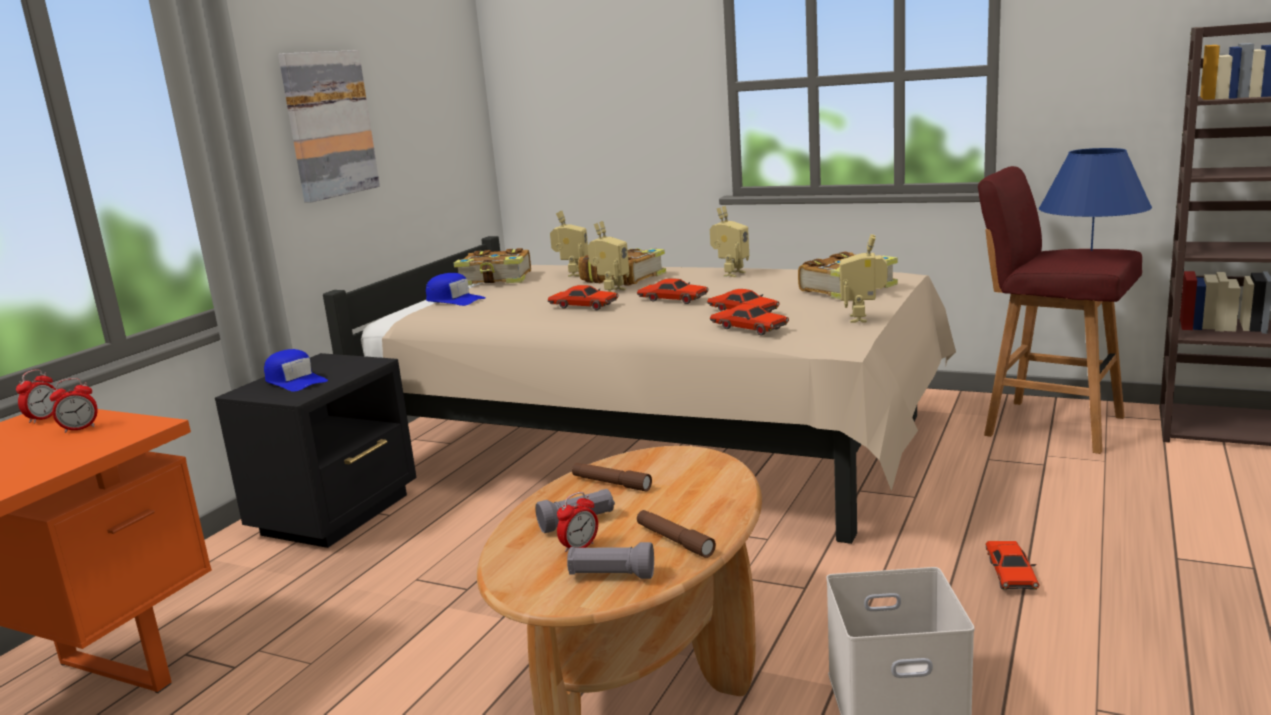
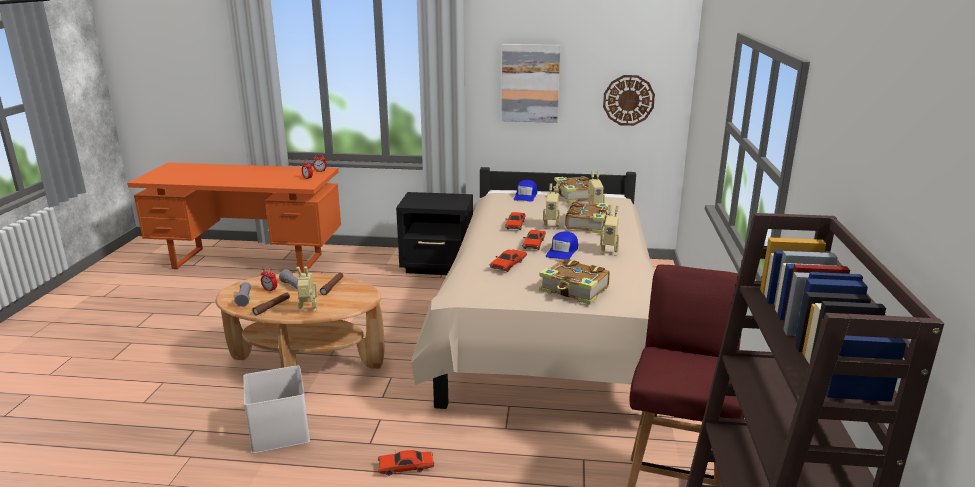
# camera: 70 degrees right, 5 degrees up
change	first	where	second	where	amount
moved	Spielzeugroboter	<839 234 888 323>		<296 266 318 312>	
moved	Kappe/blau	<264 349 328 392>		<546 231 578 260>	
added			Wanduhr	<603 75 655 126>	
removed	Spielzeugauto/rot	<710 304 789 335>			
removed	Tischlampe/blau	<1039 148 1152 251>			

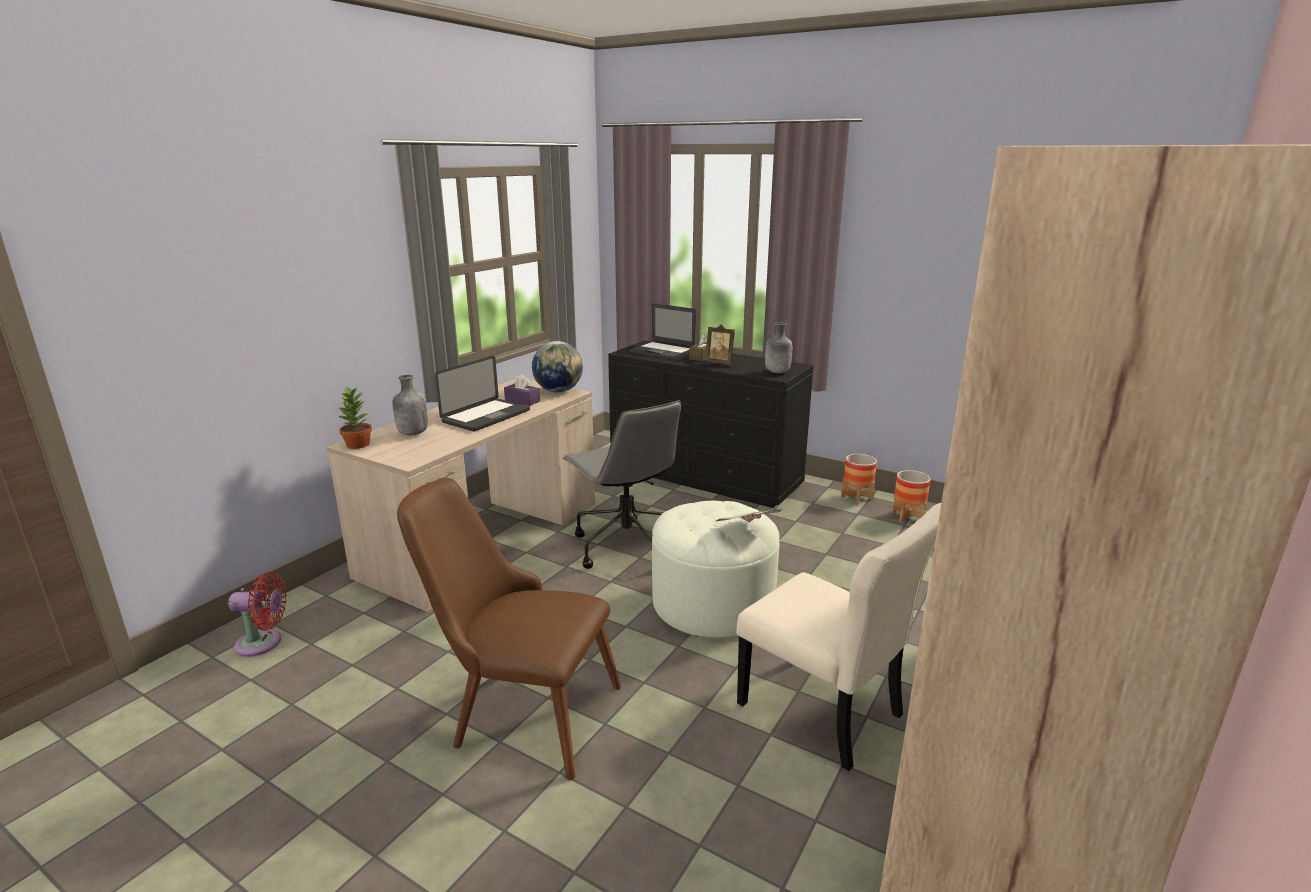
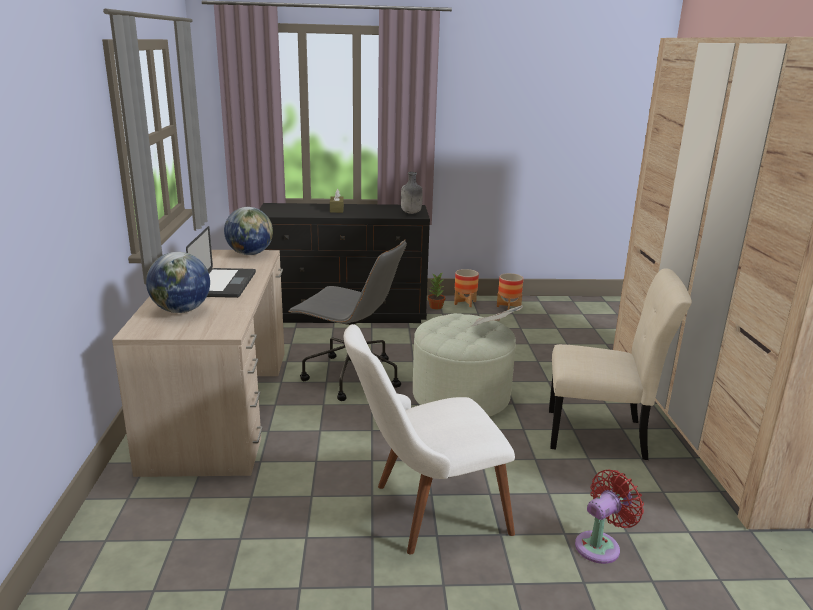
# camera: 35 degrees left, 0 degrees up
change	first	where	second	where	amount
replaced	Flasche/grau	<393 375 428 435>	Globus	<146 252 210 313>	
recoloured	Stuhl/braun	<397 478 621 780>	Stuhl/weiß	<344 324 515 555>	
moved	Topfpflanze	<338 387 372 449>		<428 273 445 309>	
moved	Ventilator/rot	<228 572 287 657>		<575 469 644 564>	
removed	Taschentuchbox/lila	<504 374 540 406>			
removed	Laptop	<629 303 696 359>			
removed	Bilderrahmen	<705 324 735 365>			

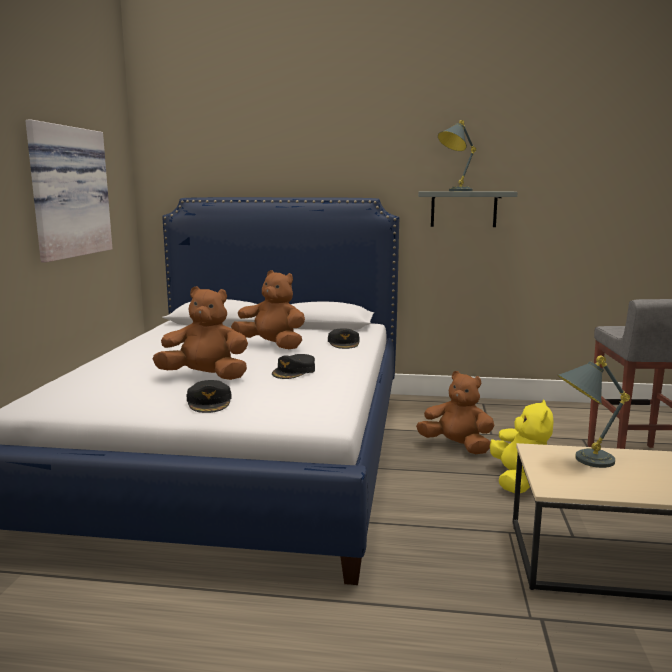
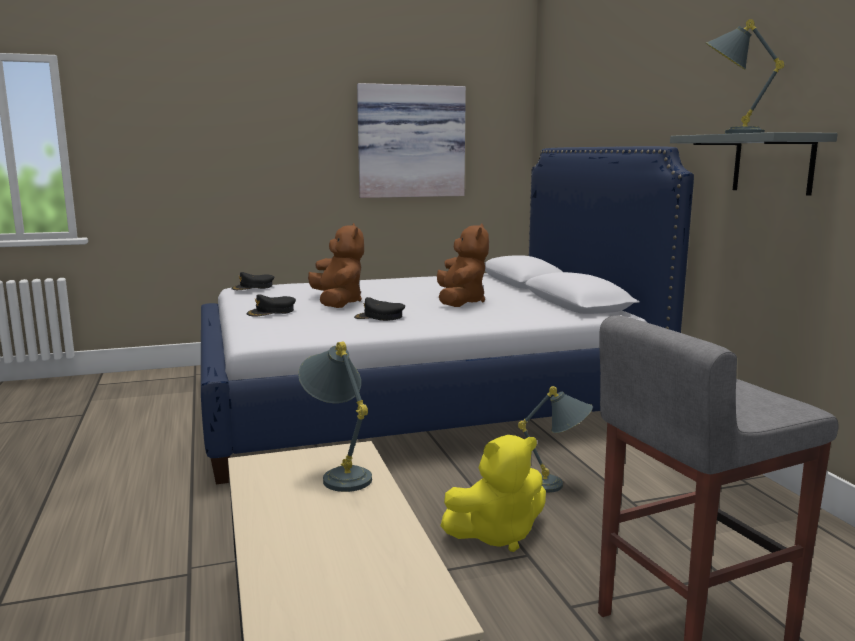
# camera: 65 degrees right, 0 degrees up
change	first	where	second	where	amount
moved	Kappe/schwarz	<328 328 359 349>		<231 272 274 290>	
replaced	Plüschtier/braun	<416 371 495 454>	Tischlampe/grau	<518 386 593 493>	

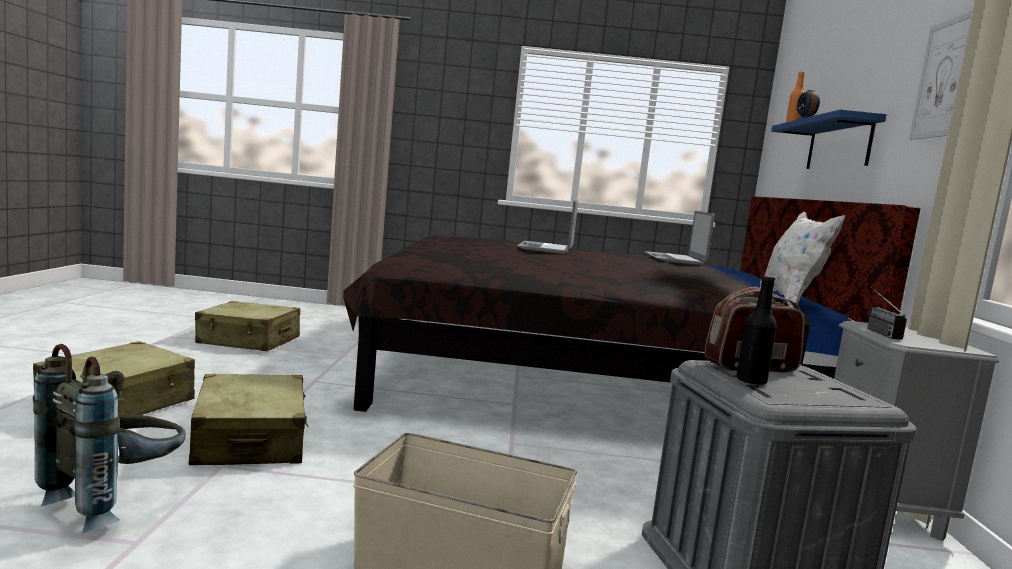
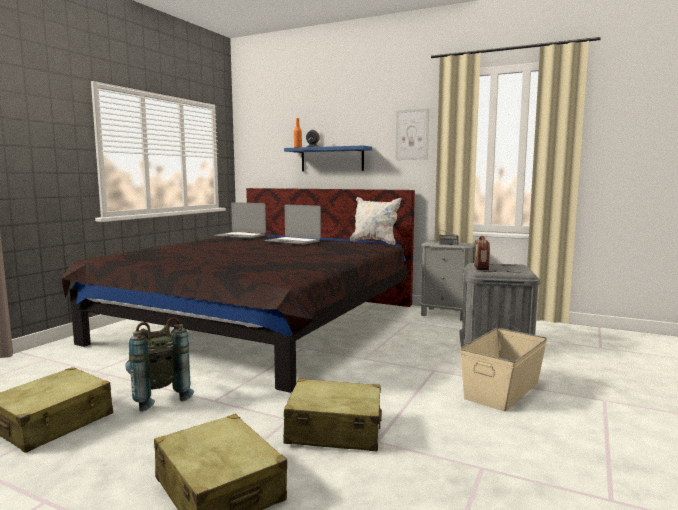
# camera: 65 degrees left, 0 degrees up
change	first	where	second	where	amount
moved	Rucksack/grau	<33 344 186 533>		<125 317 194 412>	
moved	Laptop	<517 199 578 254>		<265 205 321 245>	
removed	Flasche/schwarz	<736 276 777 385>			

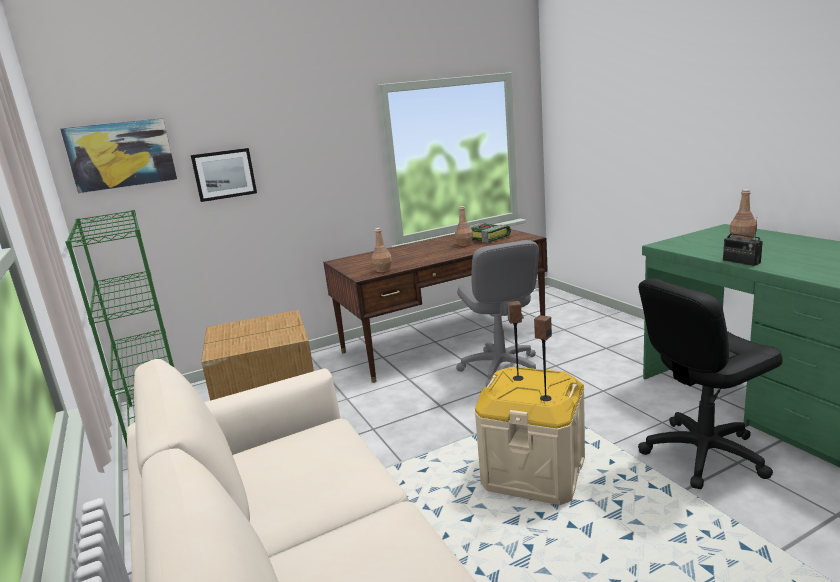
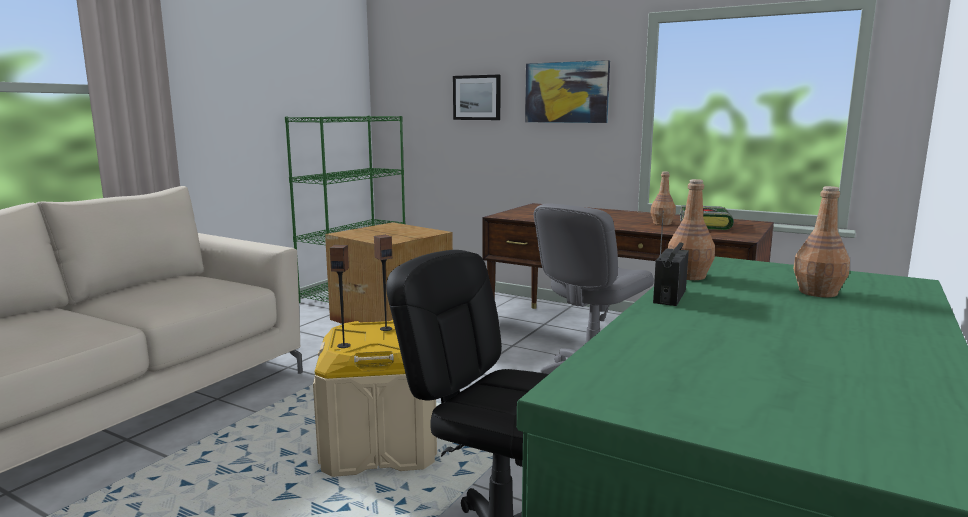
# camera: 55 degrees right, 5 degrees down
change	first	where	second	where	amount
moved	Bild	<60 118 177 193>		<525 60 610 123>	
moved	Flasche/braun	<372 228 392 272>		<668 179 715 280>	

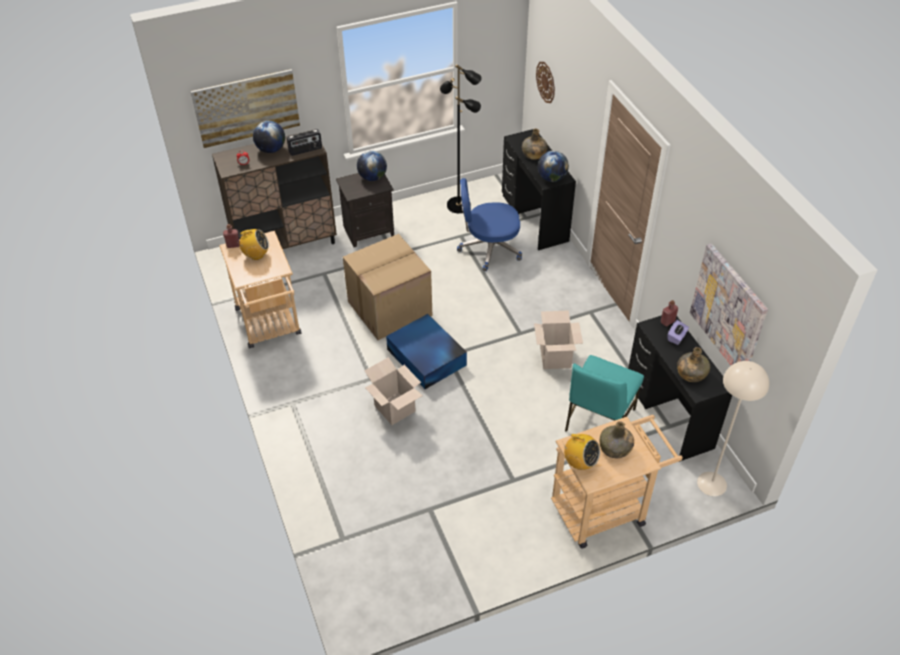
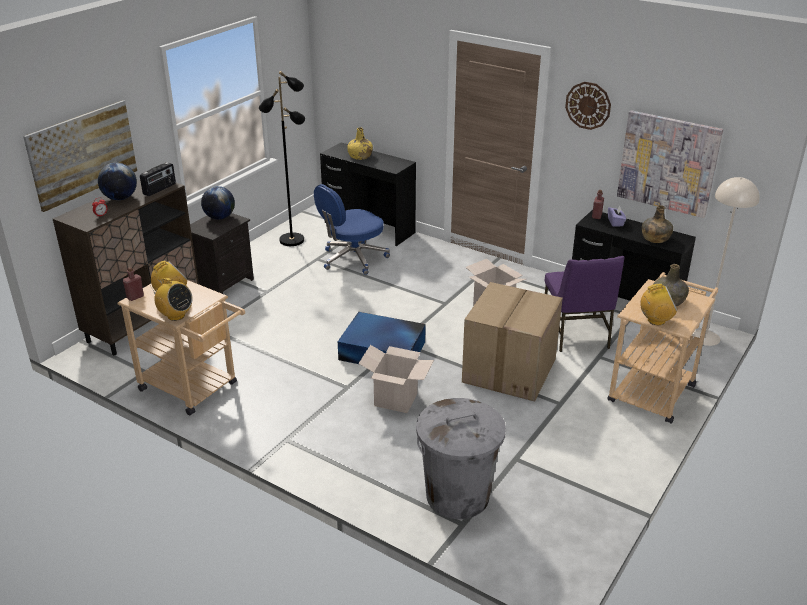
# camera: 35 degrees left, 15 degrees down
change	first	where	second	where	amount
added			Radio	<150 278 192 321>	
recoloured	Flasche/grün	<522 129 547 160>	Flasche/gelb	<347 127 373 160>	
added			Mülleimer/grau	<416 398 506 519>	
moved	Karton	<343 234 432 340>		<462 282 563 402>	
recoloured	Stuhl/türkis	<565 355 644 432>	Stuhl/lila	<545 256 625 352>	
moved	Wanduhr	<536 62 555 103>		<565 82 611 130>	
removed	Globus	<538 151 569 182>			

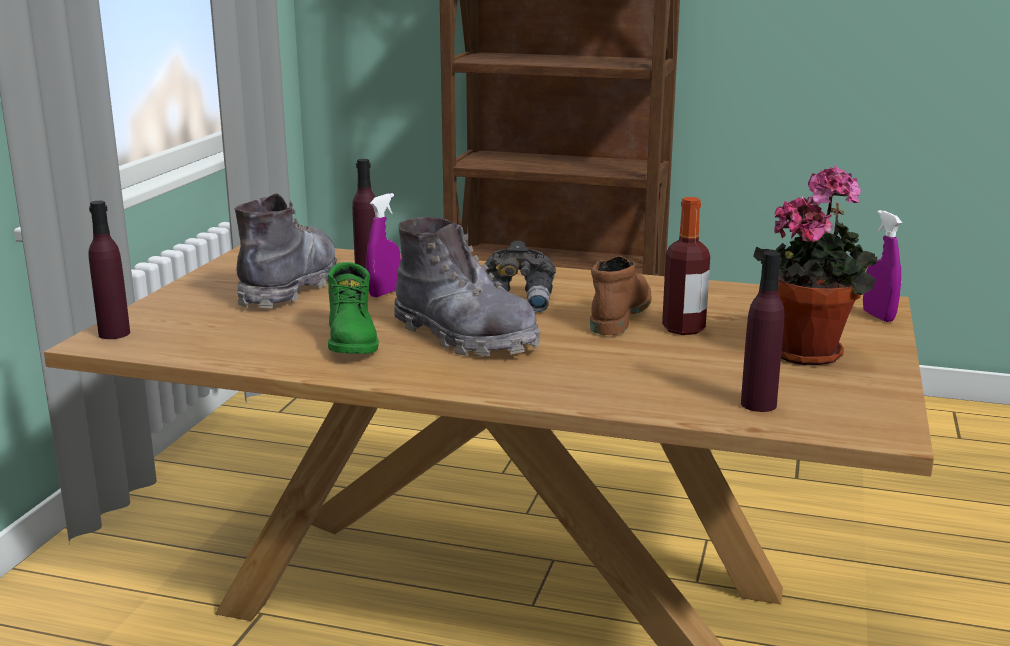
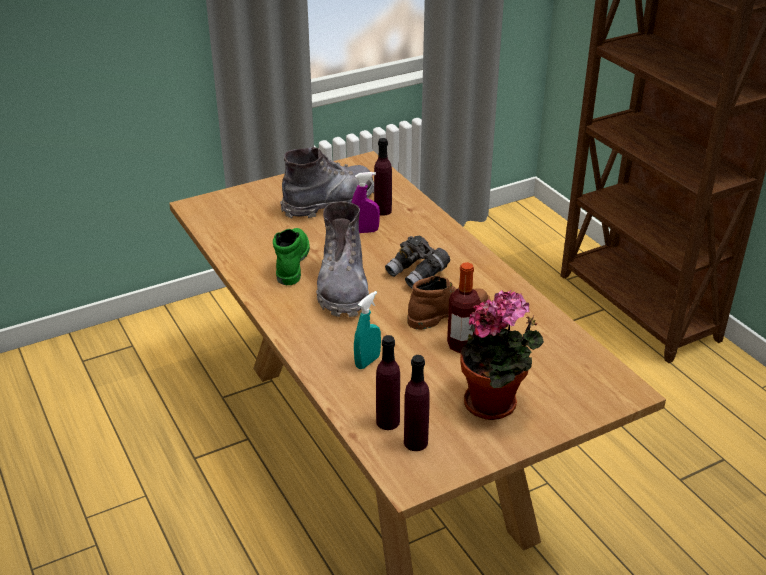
# camera: 45 degrees right, 15 degrees up
change	first	where	second	where	amount
turned	Stiefel/grün	<327 262 379 354>		<273 228 310 285>	150 degrees clockwise
added			Sprühflasche/türkis	<354 291 381 369>	
moved	Flasche/lila	<89 201 130 339>		<404 355 430 451>	
removed	Sprühflasche/lila	<863 210 902 322>			

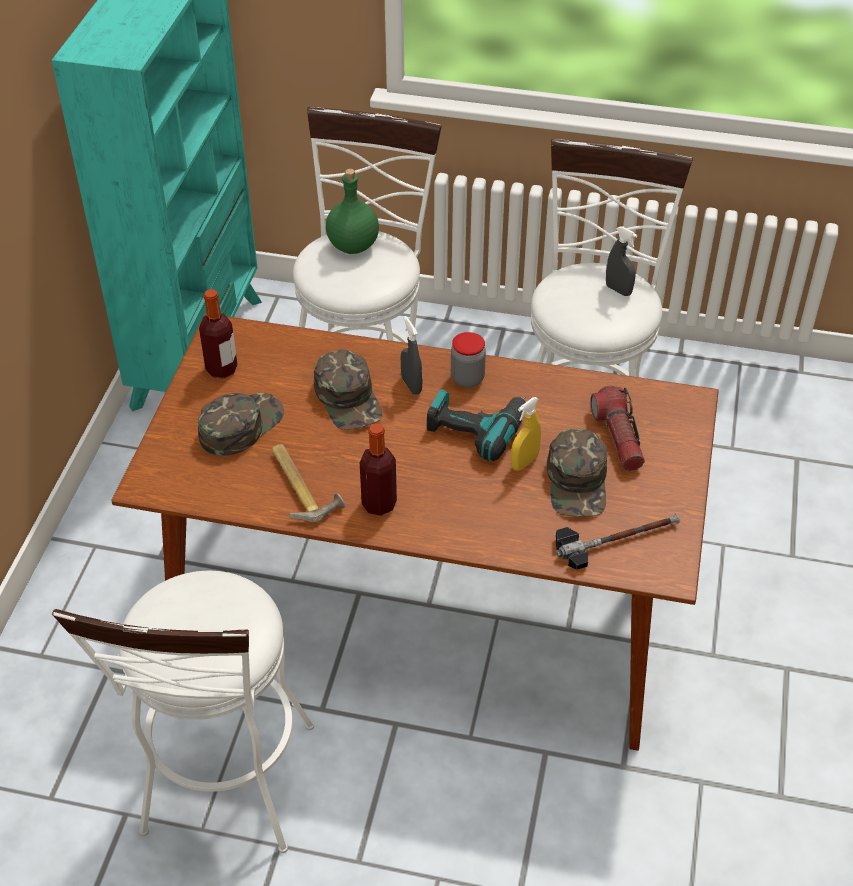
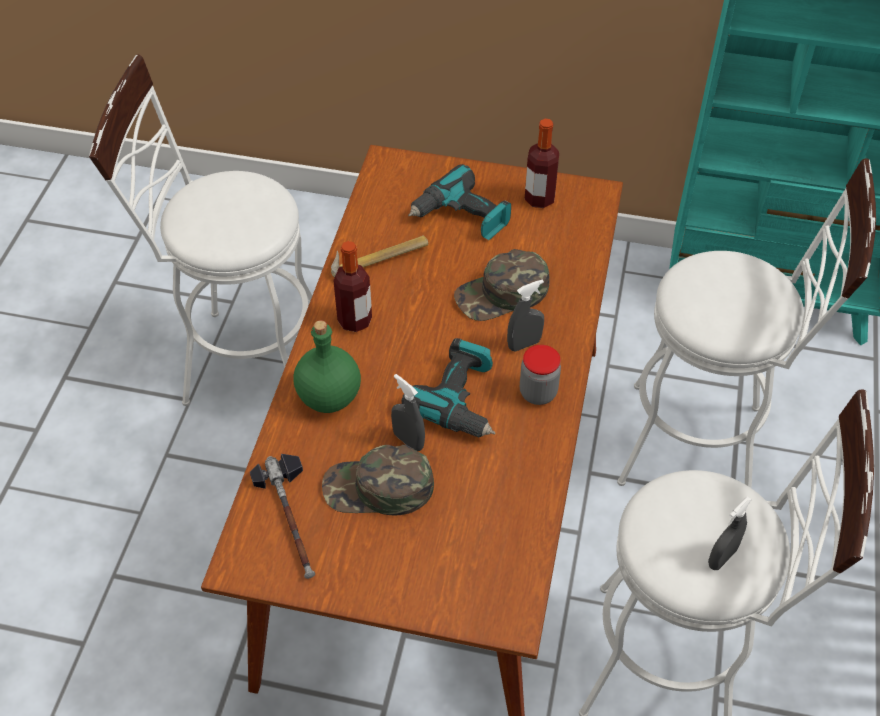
# camera: 90 degrees right, 5 degrees up
change	first	where	second	where	amount
moved	Flasche/grün	<326 169 379 254>		<293 320 361 413>	
recoloured	Sprühflasche/gelb	<511 397 541 471>	Sprühflasche/grau	<391 374 425 451>	
replaced	Kappe/grün	<198 393 284 456>	Bohrmaschine	<408 164 511 240>	
removed	Taschenlampe	<590 386 645 471>			

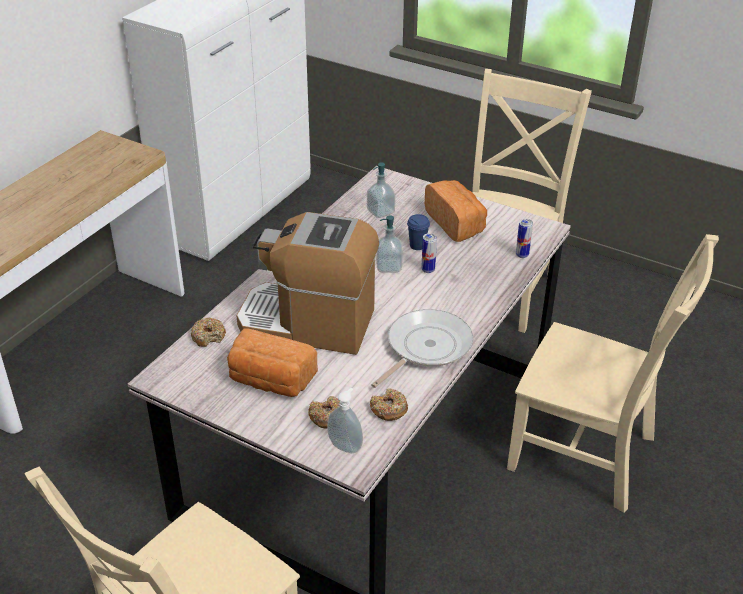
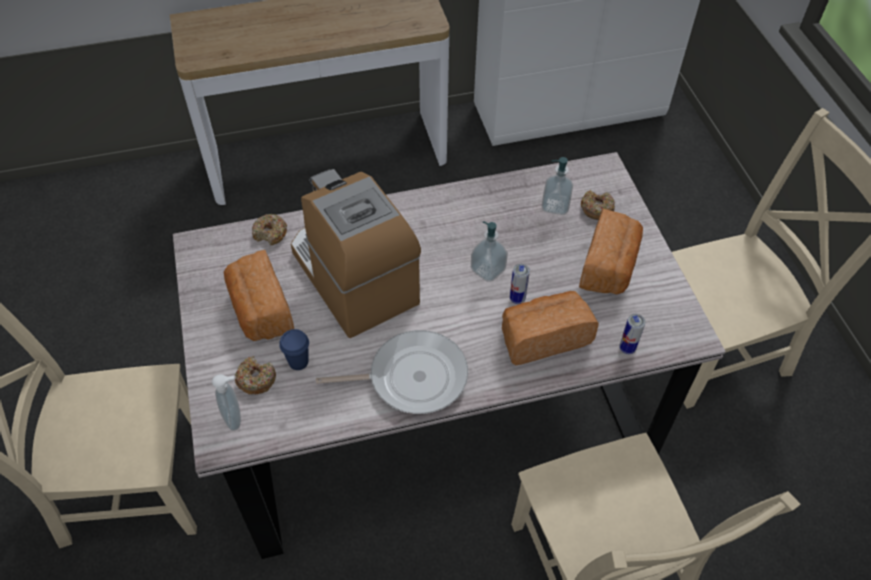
# camera: 45 degrees right, 15 degrees up
change	first	where	second	where	amount
moved	Tasse/blau	<407 214 430 250>		<279 329 309 370>	
added			Brot	<502 291 599 365>	
moved	Donut	<370 388 408 421>		<581 190 615 220>	

